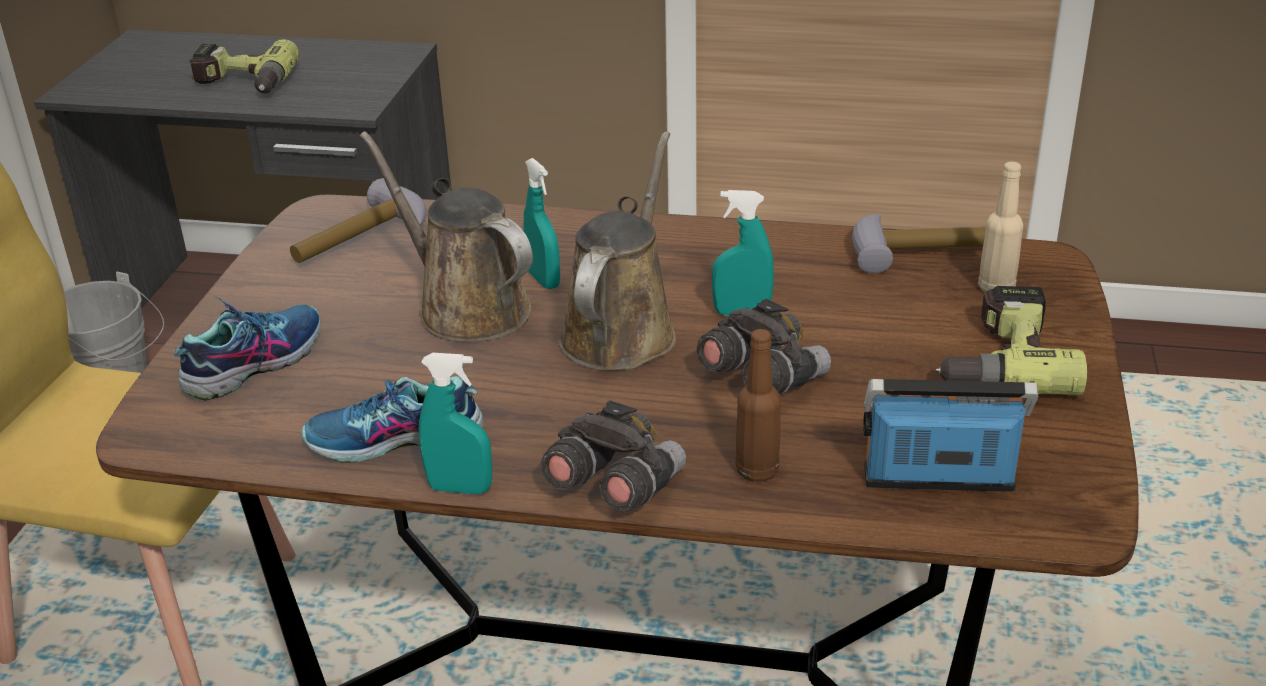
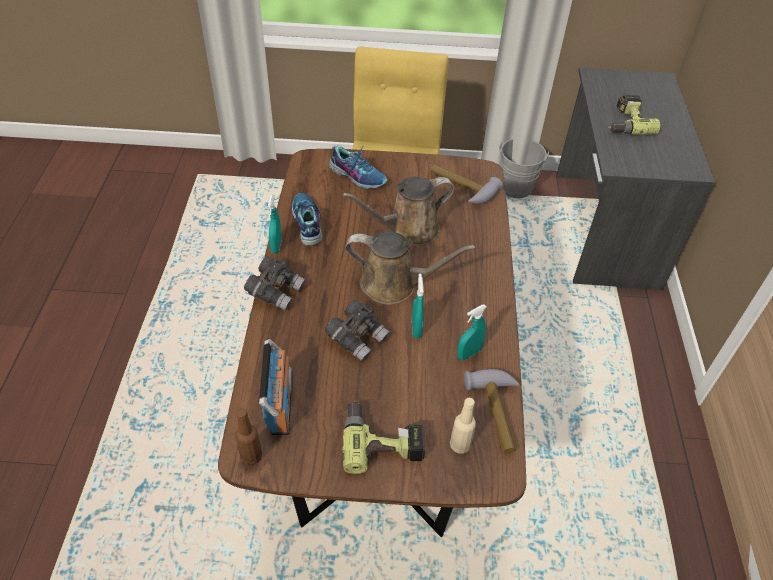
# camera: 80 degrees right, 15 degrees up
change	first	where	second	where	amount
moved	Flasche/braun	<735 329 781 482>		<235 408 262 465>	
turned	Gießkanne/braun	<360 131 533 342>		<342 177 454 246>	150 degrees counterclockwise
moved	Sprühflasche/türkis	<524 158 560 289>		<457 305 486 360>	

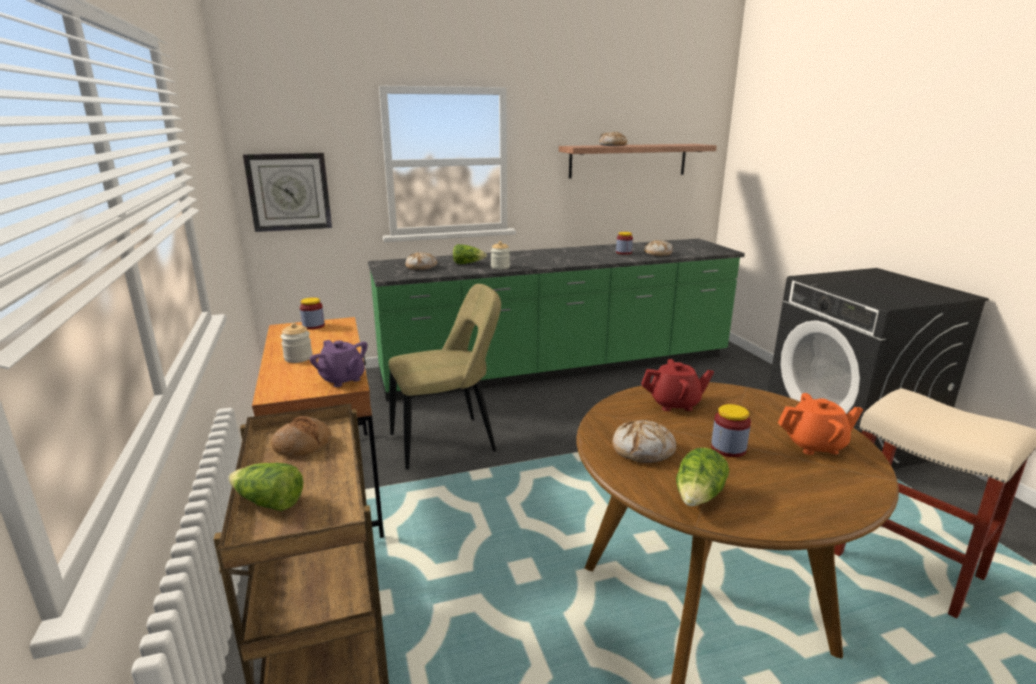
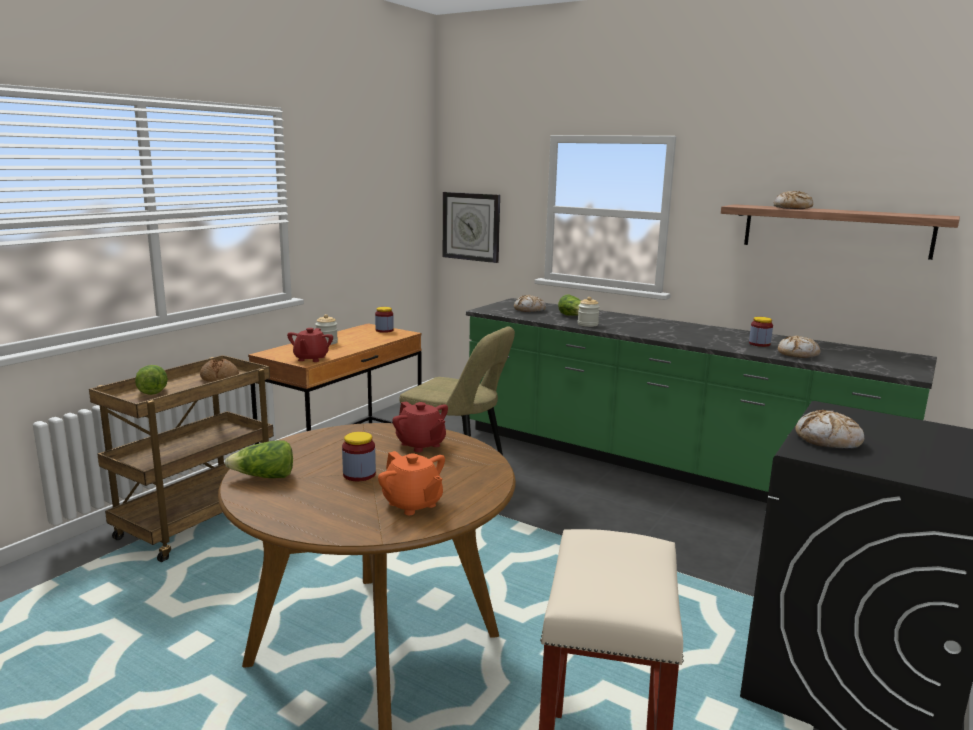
# camera: 50 degrees right, 5 degrees down
change	first	where	second	where	amount
recoloured	Teekanne/lila	<310 340 368 387>	Teekanne/rot	<287 328 333 362>	
moved	Brot	<612 420 676 463>		<795 410 864 448>	

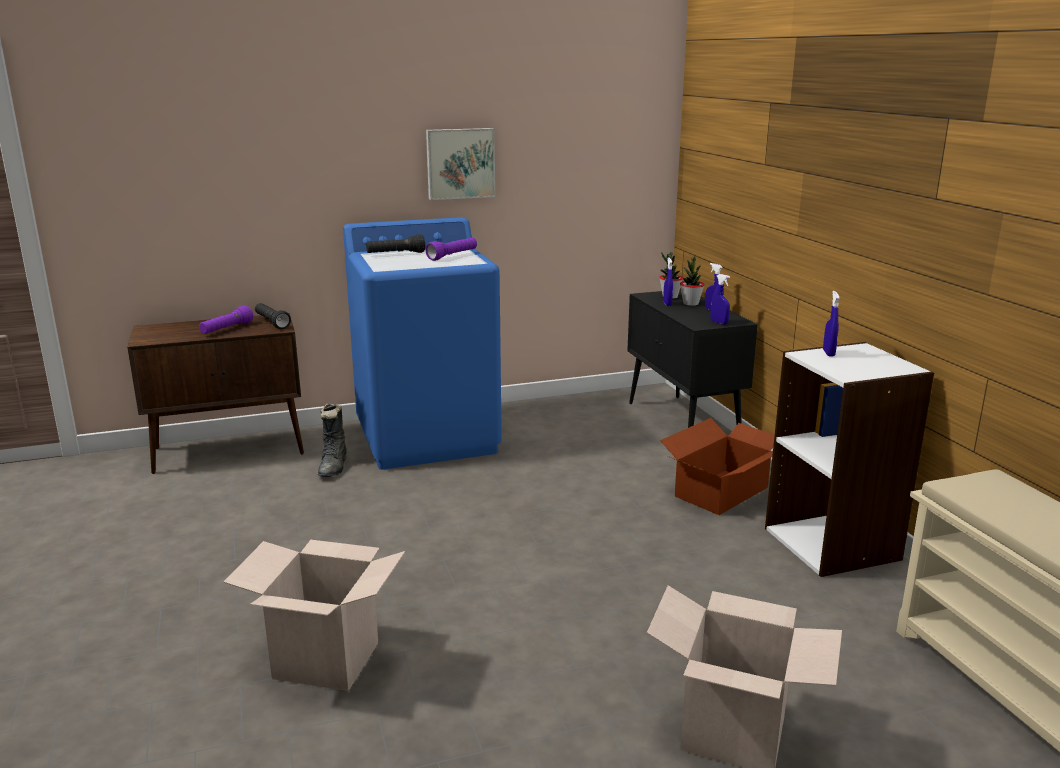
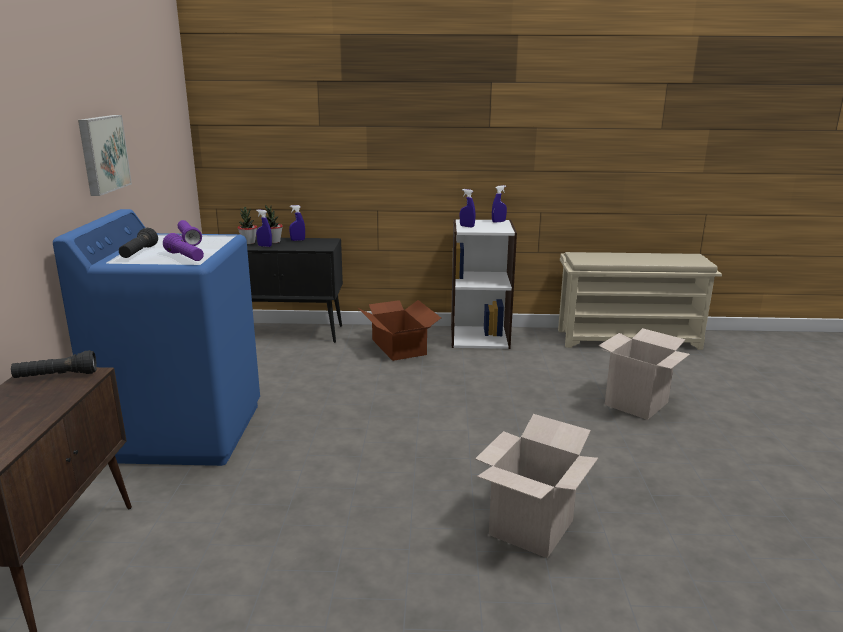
# camera: 70 degrees left, 0 degrees up
change	first	where	second	where	amount
moved	Taschenlampe/lila	<199 306 253 334>		<163 233 204 261>	
moved	Sprühflasche/blau	<711 274 730 324>		<492 185 507 223>	
removed	Stiefel/schwarz	<318 403 347 477>			

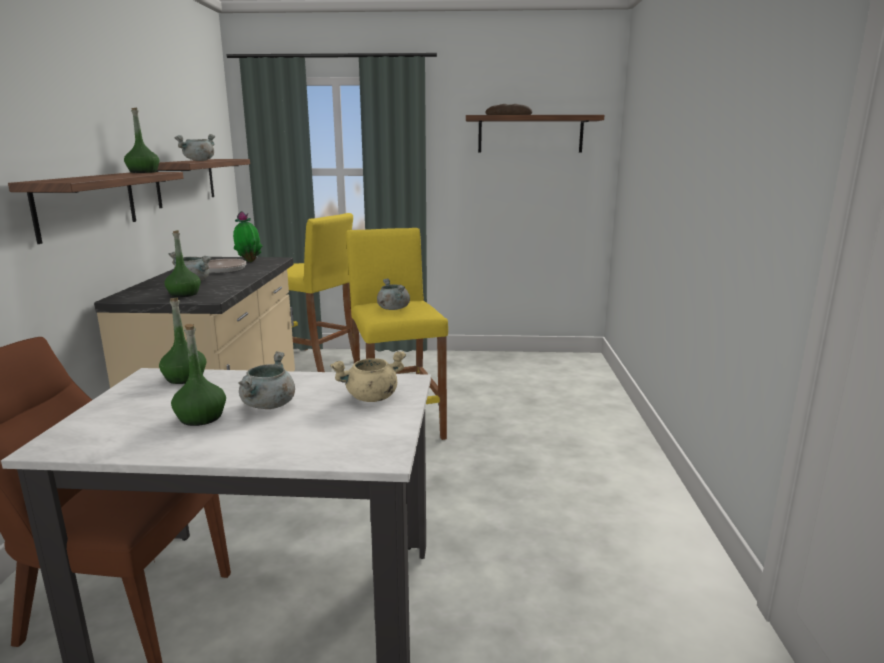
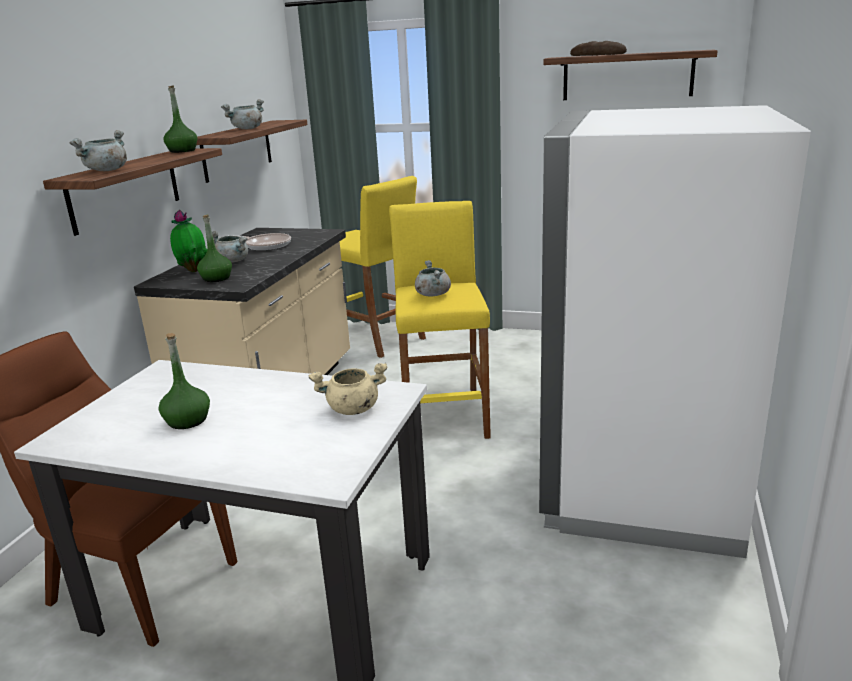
# camera: 15 degrees right, 5 degrees up
change	first	where	second	where	amount
moved	Kochtopf/grau	<238 351 295 409>		<70 130 127 171>	
moved	Topfpflanze	<233 211 263 262>		<170 210 207 272>	
added			Kühlschrank/weiß	<539 105 811 558>	
removed	Flasche/grün	<159 298 206 384>			

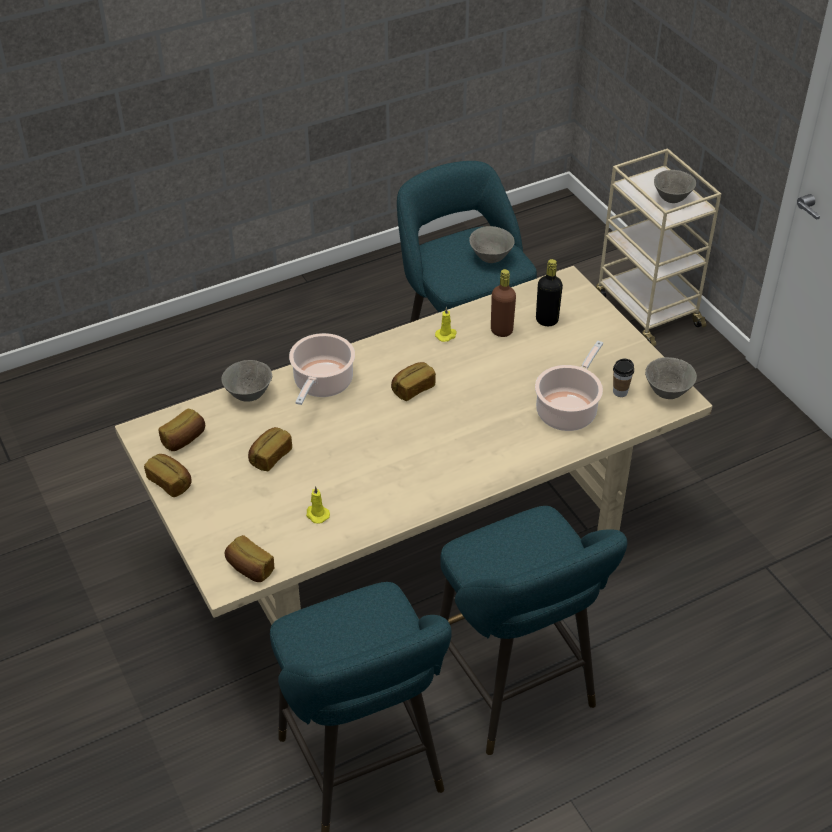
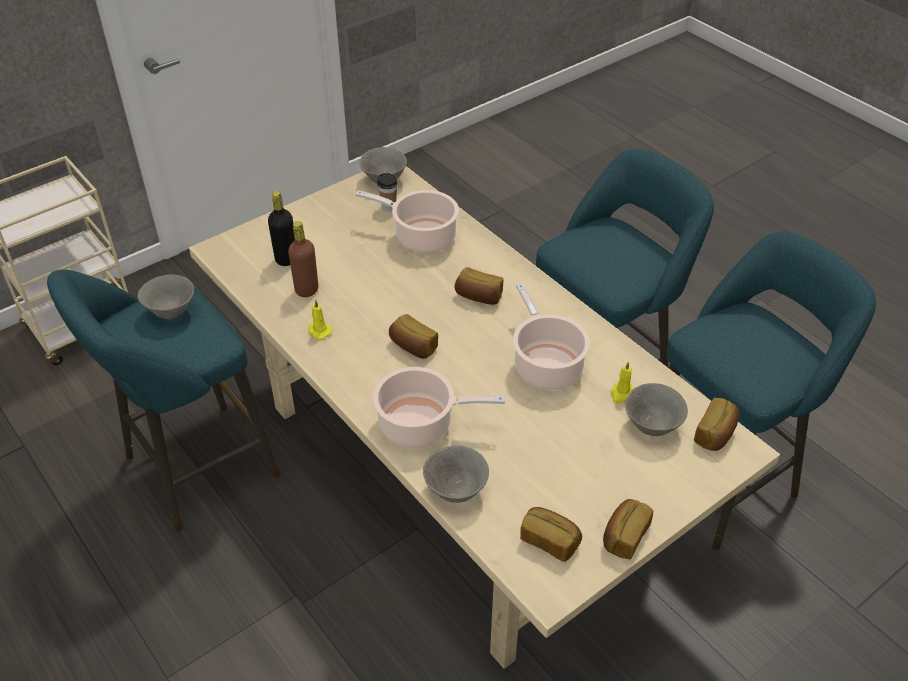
# camera: 100 degrees left, 0 degrees up
change	first	where	second	where	amount
moved	Brot	<248 427 292 471>		<455 267 503 305>	
added			Kochtopf	<513 283 590 390>	
moved	Schüssel/grau	<654 170 696 203>		<625 383 688 436>	

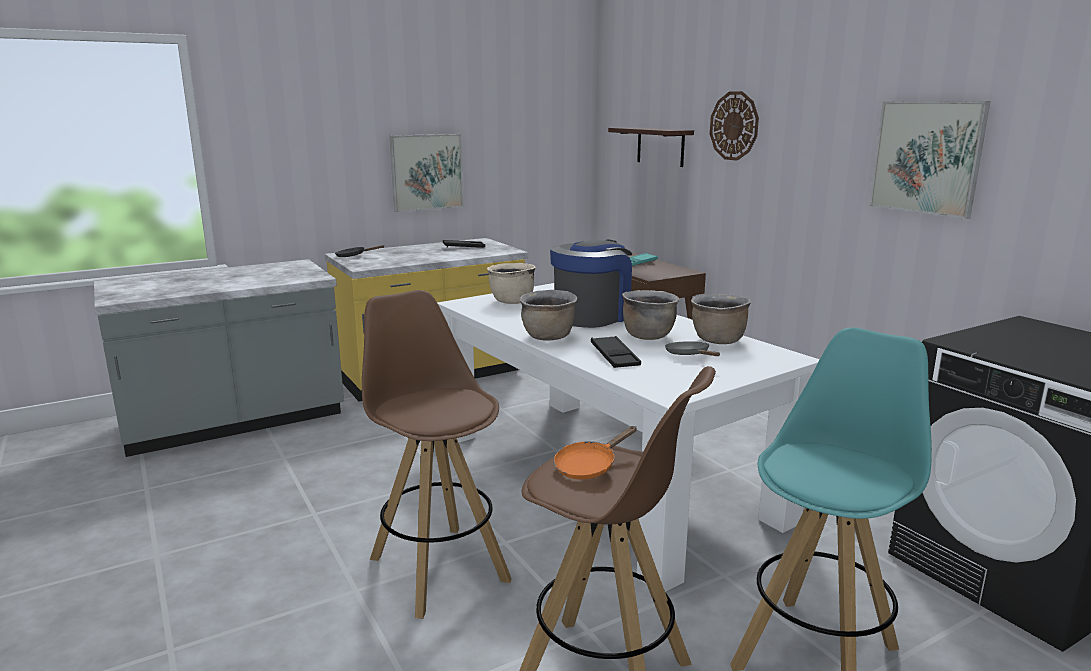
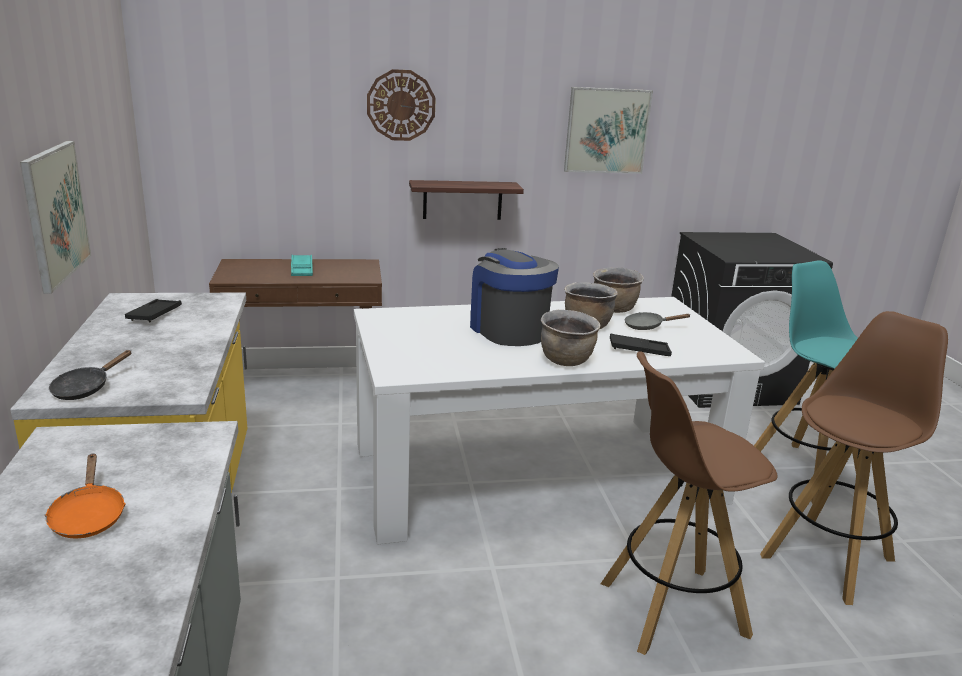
# camera: 70 degrees left, 5 degrees up
change	first	where	second	where	amount
moved	Pfanne/orange	<554 426 637 479>		<44 453 126 539>	
moved	Wandregal	<608 127 694 167>		<409 180 524 220>	
removed	Kochtopf/beige	<487 263 535 304>			

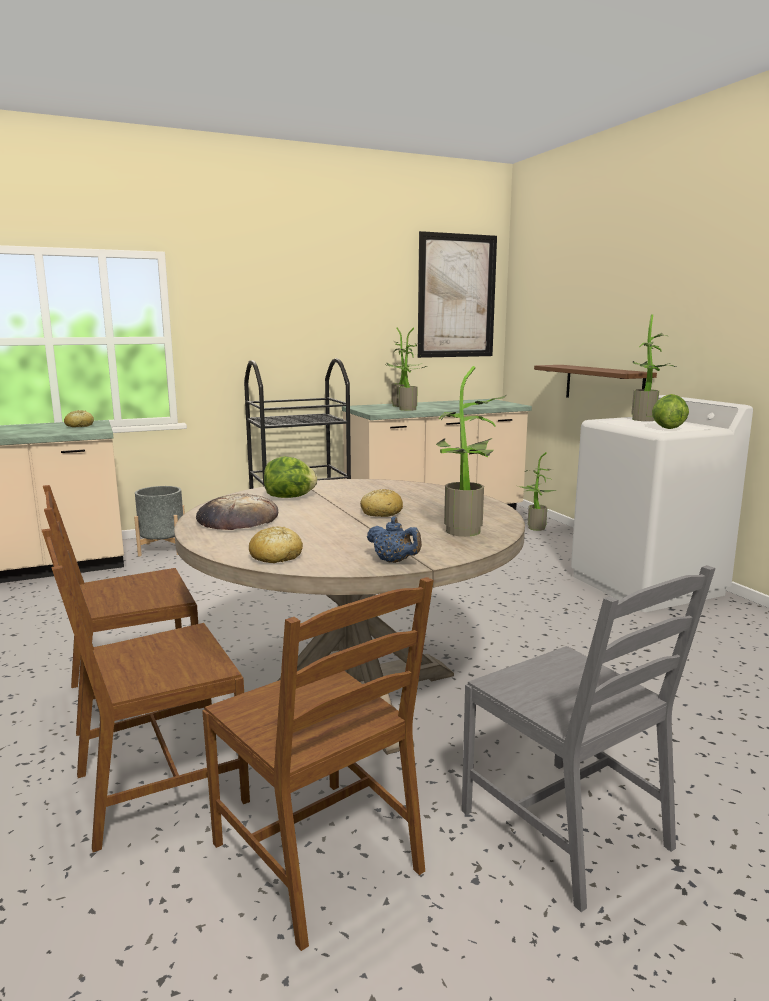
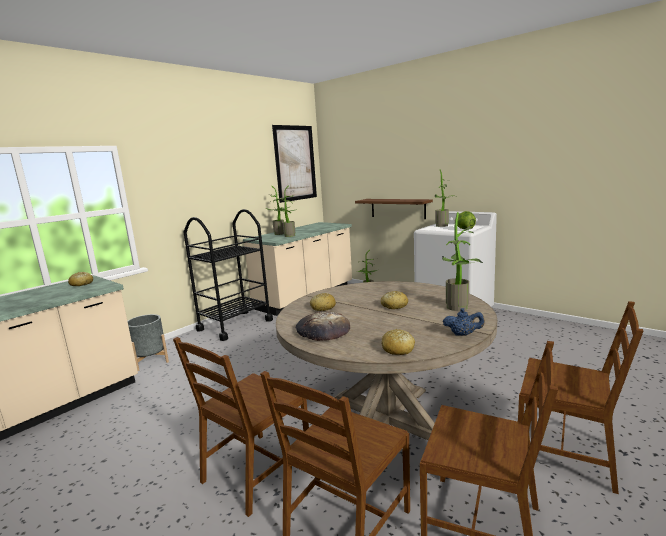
# camera: 25 degrees left, 0 degrees up
change	first	where	second	where	amount
replaced	Salatkopf	<264 456 317 498>	Brot	<310 293 336 311>	
recoloured	Stuhl/grau	<462 565 716 912>	Stuhl/braun	<518 301 643 494>	

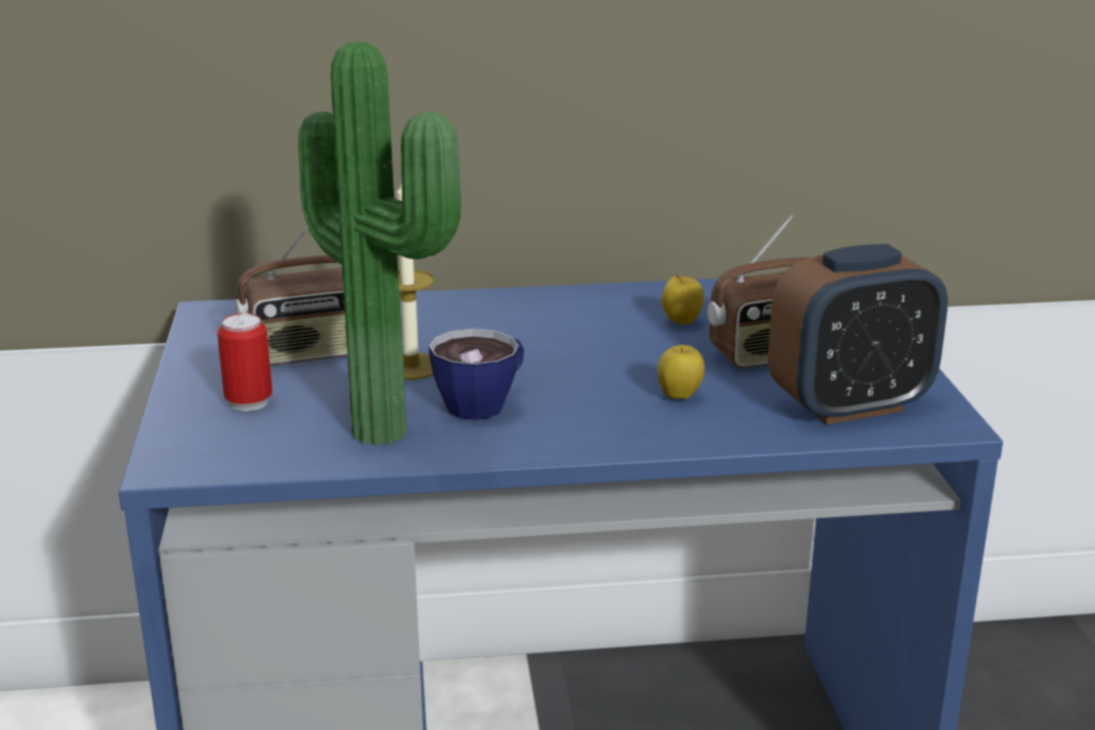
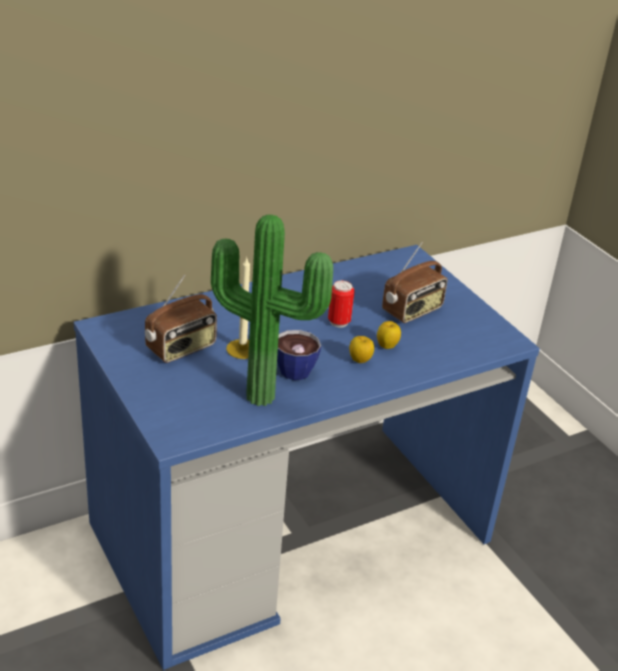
# camera: 25 degrees left, 10 degrees up
change	first	where	second	where	amount
moved	Dose	<217 313 272 411>		<328 280 355 328>	
moved	Apfel	<661 272 704 324>		<349 336 374 363>	
removed	Wecker	<768 244 948 425>			

